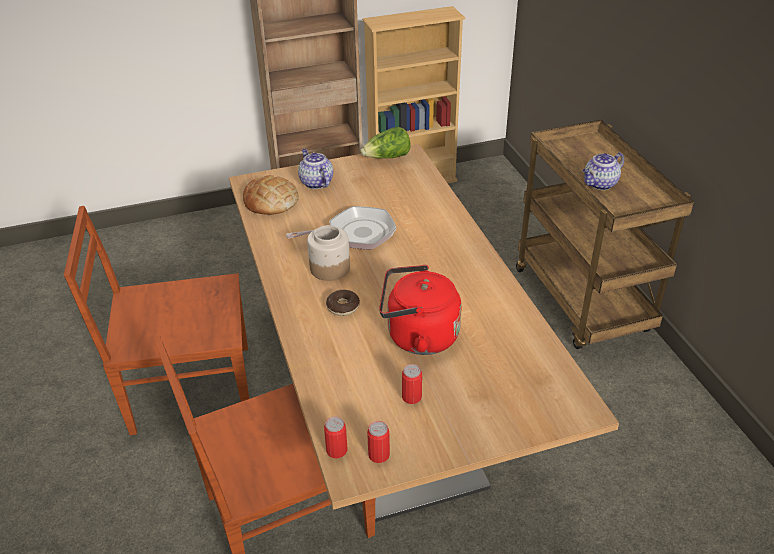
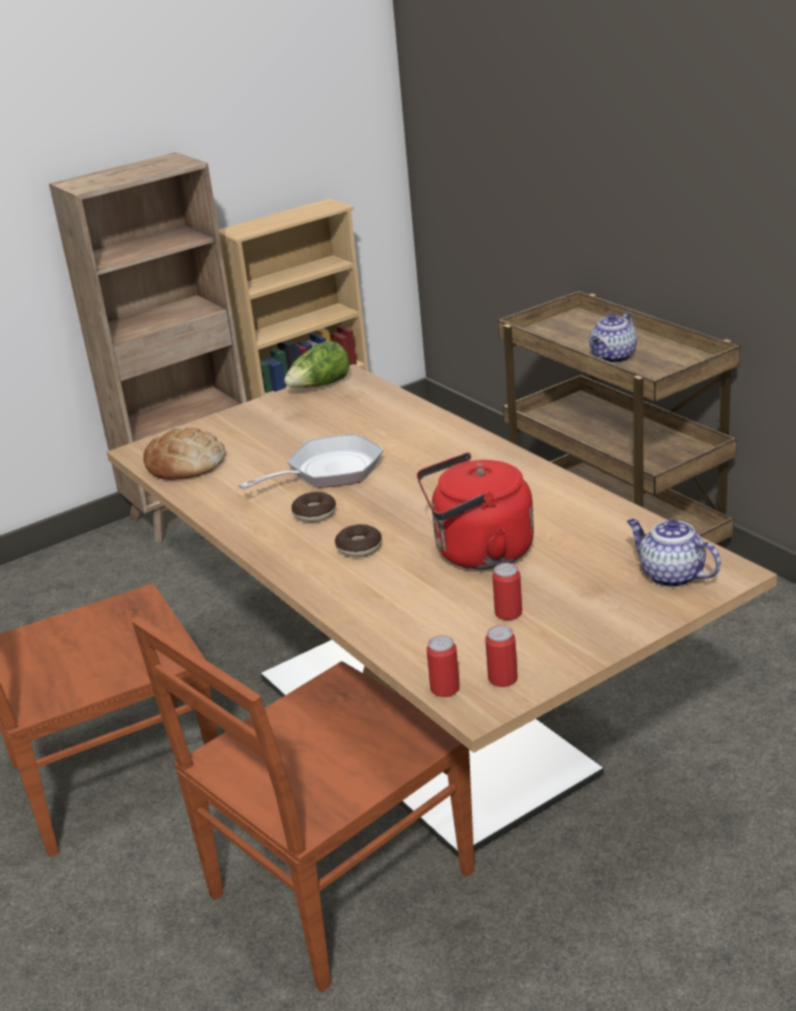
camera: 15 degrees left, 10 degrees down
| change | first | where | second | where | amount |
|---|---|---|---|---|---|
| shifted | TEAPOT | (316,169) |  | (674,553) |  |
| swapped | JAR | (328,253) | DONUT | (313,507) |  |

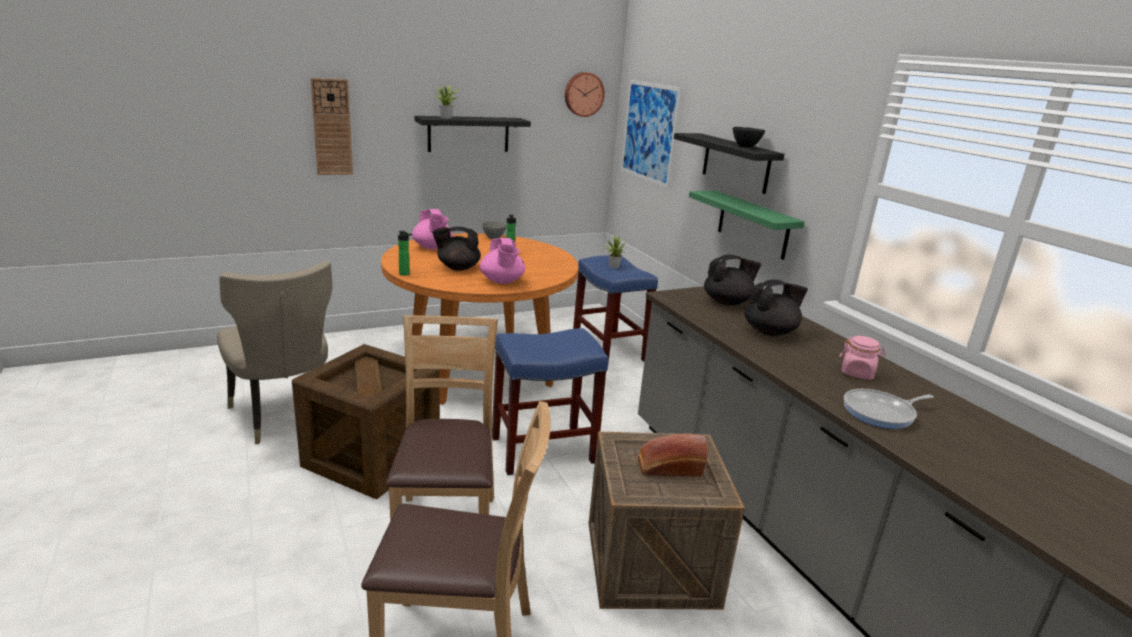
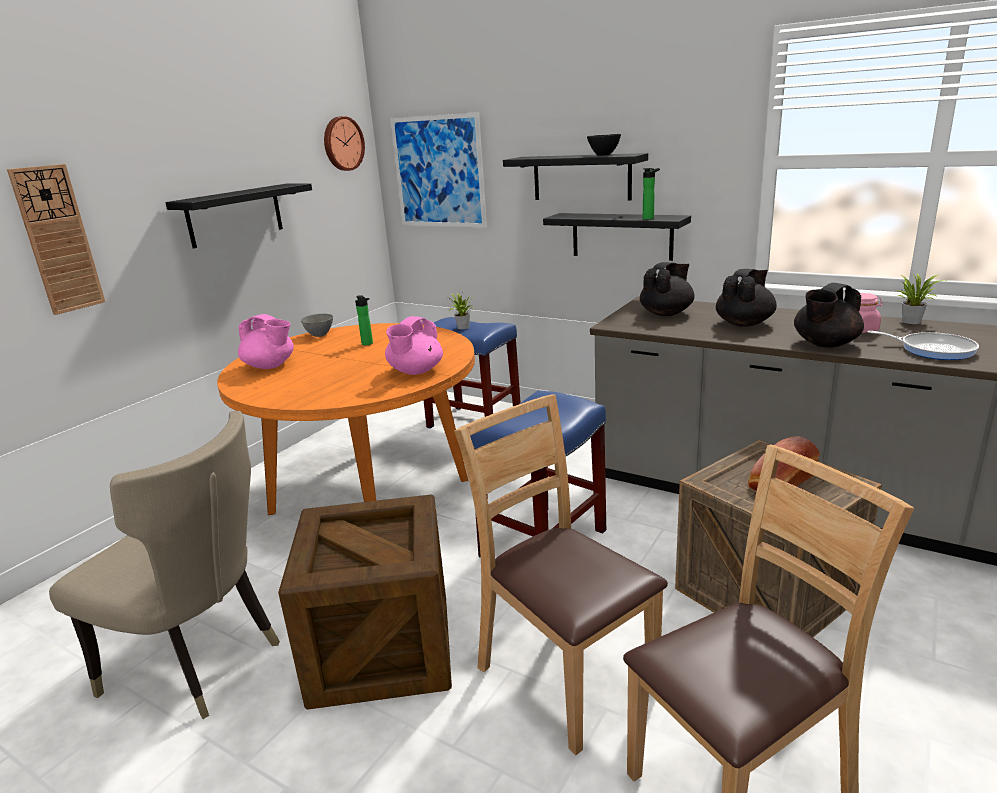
camera: 30 degrees left, 0 degrees up
| change | first | where | second | where | amount |
|---|---|---|---|---|---|
| shifted | BOTTLE | (405,253) |  | (651,194) |  |
| shifted | BLACK TEAPOT | (456,249) |  | (829,315) |  |
| shifted | POTTED PLANT | (447,101) |  | (921,298) |  |
| rotated | PINK TEAPOT | (502,261) |  | (414,345) | 75 degrees clockwise |
| repainted | GREEN SHELF | (746,225) | BLACK SHELF | (617,237) |  |
| rotated | FRYING PAN | (889,409) |  | (923,345) | 90 degrees counterclockwise |

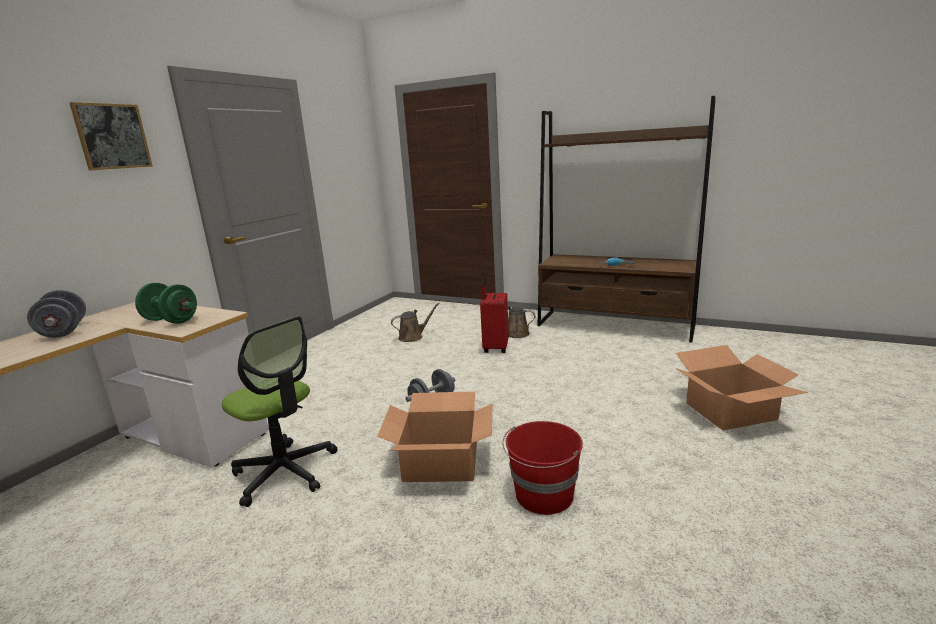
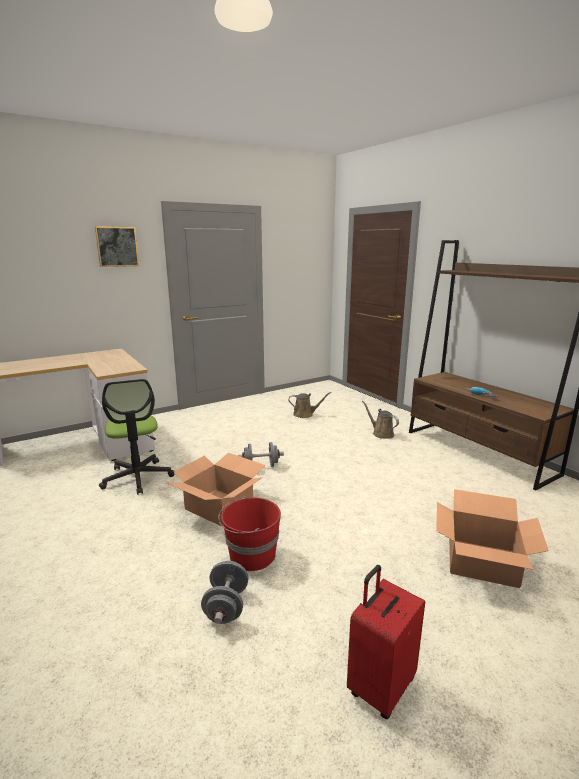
camera: 30 degrees right, 0 degrees up
| change | first | where | second | where | amount |
|---|---|---|---|---|---|
| shifted | GREY DUMBBELL | (56,314) |  | (225,592) |  |
| gone | GREEN DUMBBELL | (166,303) |  |  |  |
| shifted | RED SUITCASE | (494,317) |  | (386,642) |  |

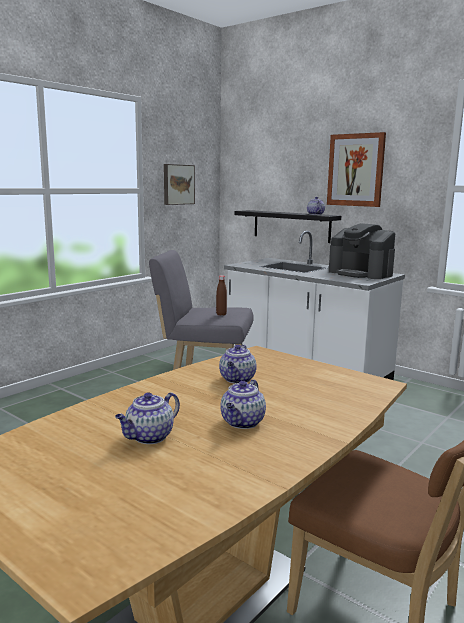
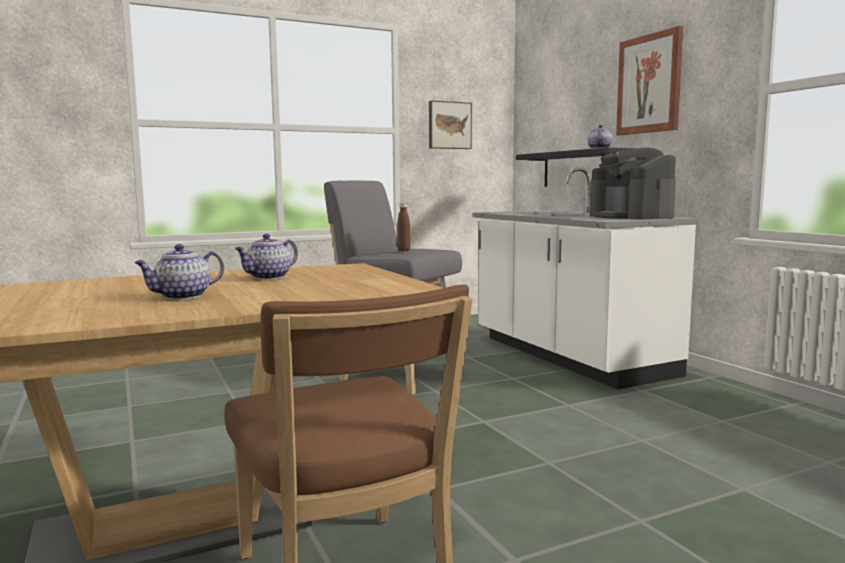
camera: 25 degrees right, 5 degrees down
| change | first | where | second | where | amount |
|---|---|---|---|---|---|
| gone | TEAPOT | (147,418) |  |  |  |

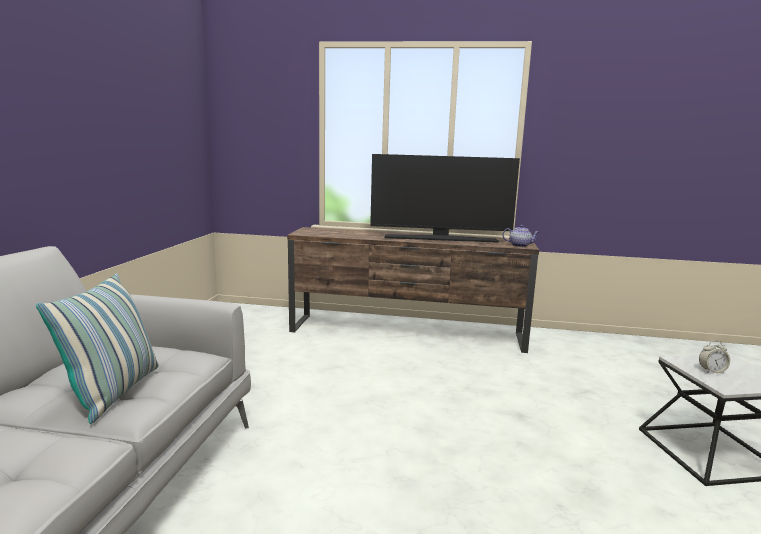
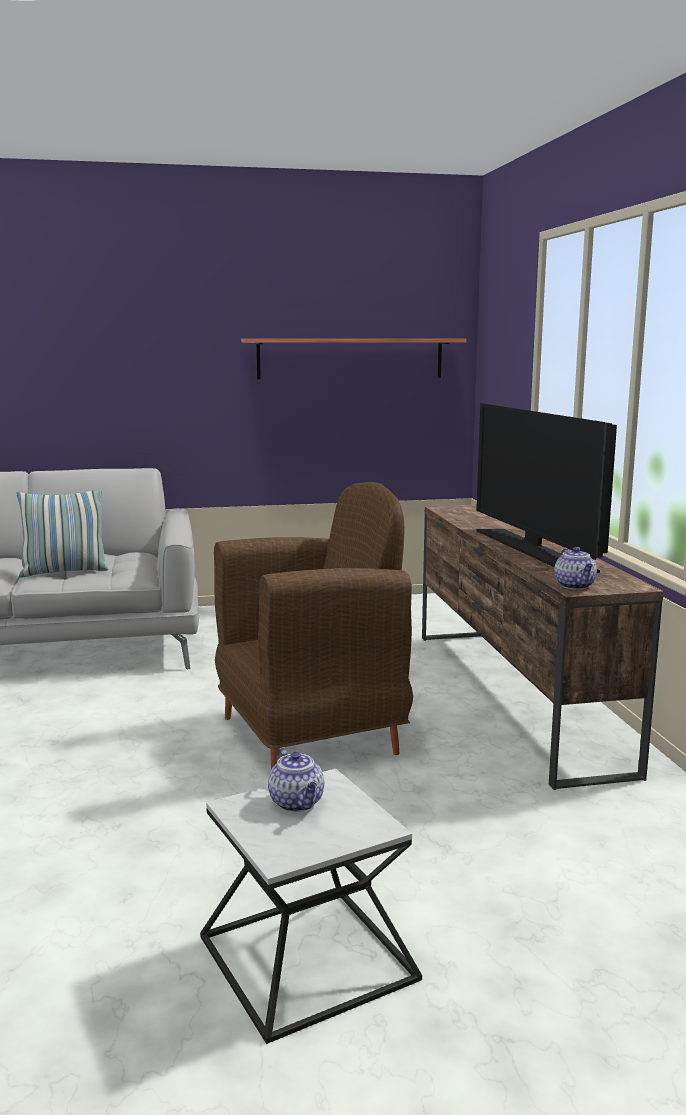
camera: 70 degrees right, 0 degrees up
| change | first | where | second | where | amount |
|---|---|---|---|---|---|
| swapped | ALARM CLOCK | (714,356) | TEAPOT | (296,780) |  |
| new |  |  | BROWN ARMCHAIR | (313,625) |  |
| new |  |  | SHELF | (353,359) |  |

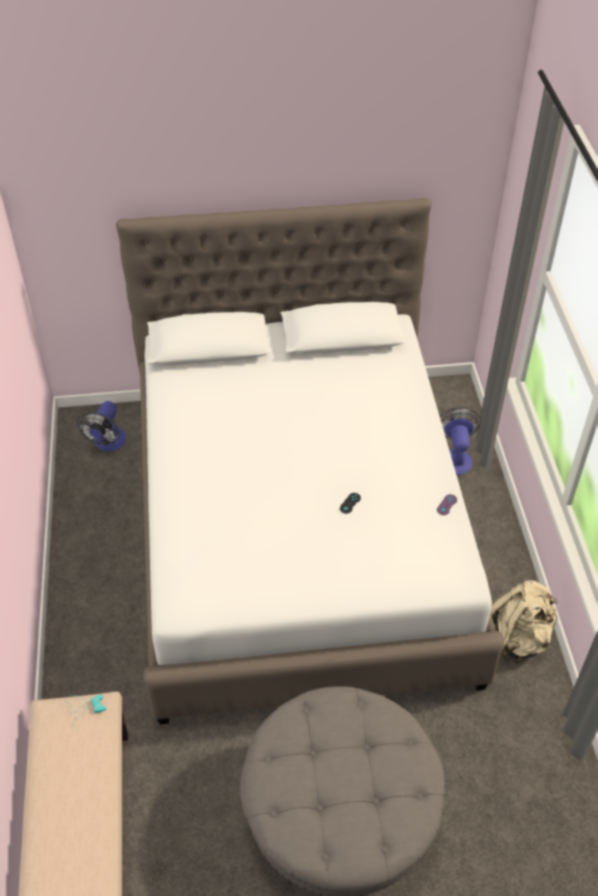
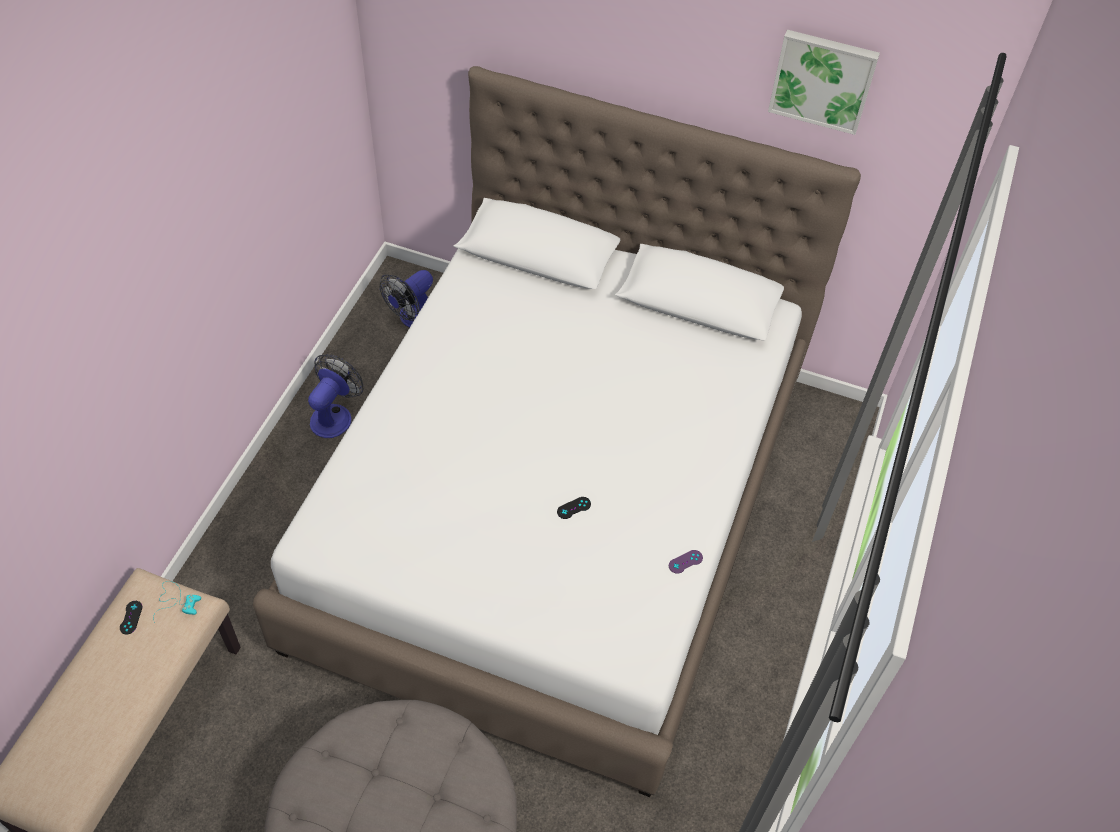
camera: 25 degrees right, 5 degrees up
| change | first | where | second | where | amount |
|---|---|---|---|---|---|
| shifted | FAN | (460,441) |  | (336,396) |  |
| gone | BEIGE BACKPACK | (524,621) |  |  |  |
| new |  |  | BLACK GAME CONTROLLER | (131,617) |  |
| new |  |  | PICTURE | (824,82) |  |

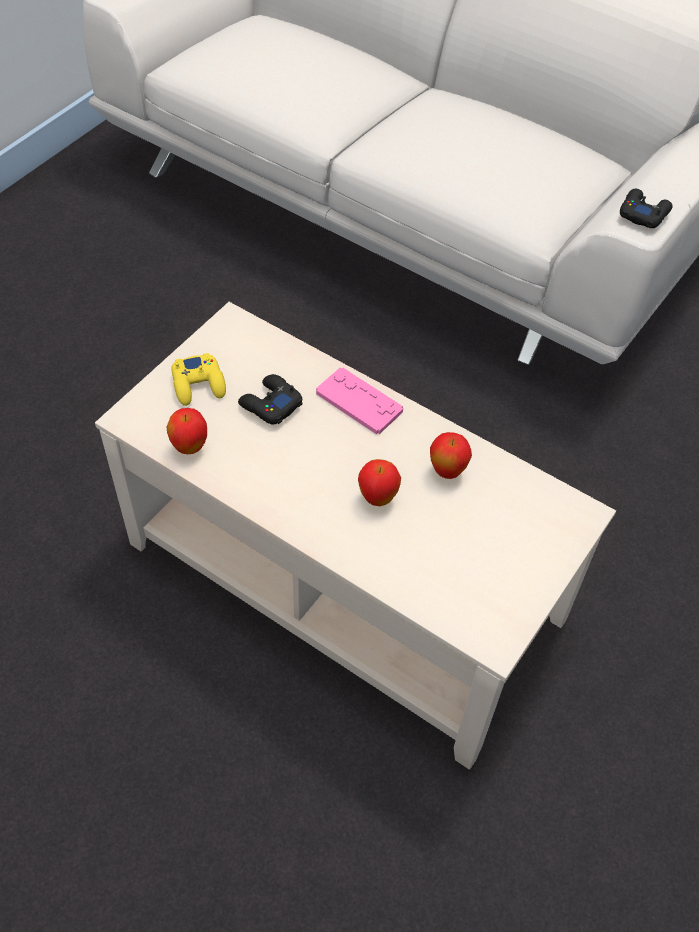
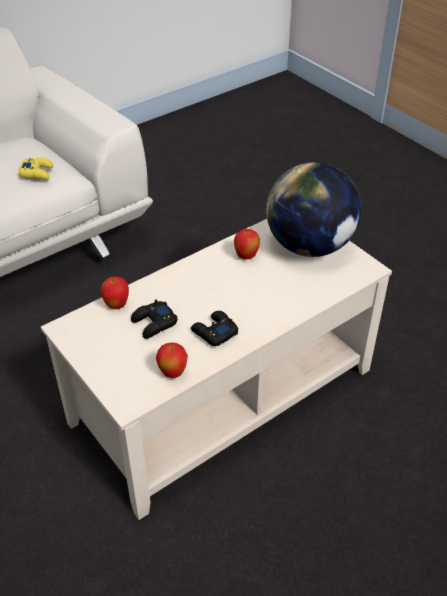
camera: 70 degrees left, 10 degrees down
| change | first | where | second | where | amount |
|---|---|---|---|---|---|
| shifted | YELLOW GAME CONTROLLER | (198,379) |  | (36,168) |  |
| gone | PINK GAME CONTROLLER | (359,401) |  |  |  |
| shifted | APPLE | (379,482) |  | (114,292) |  |
| shifted | BLACK GAME CONTROLLER | (646,208) |  | (214,328) |  |
| new |  |  | GLOBE | (313,209) |  |

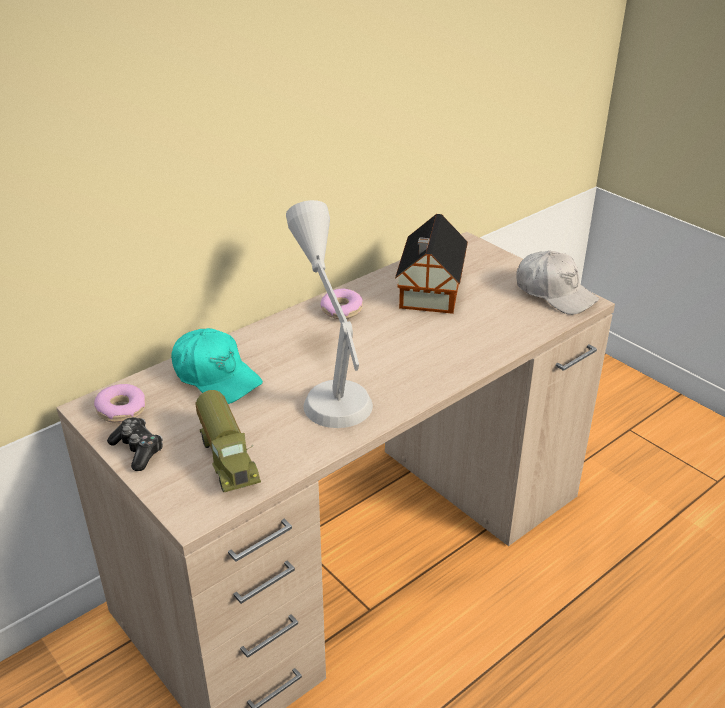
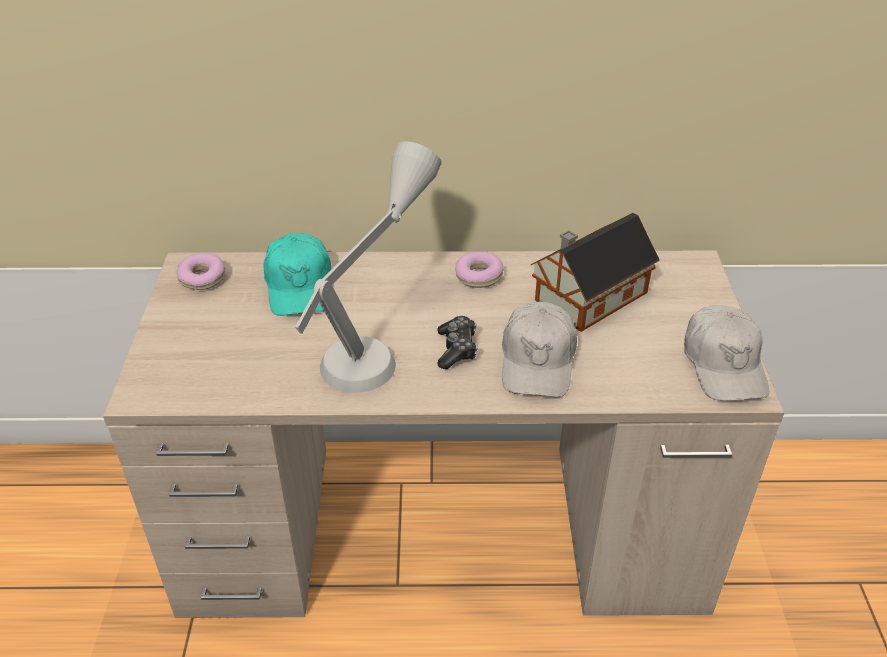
camera: 40 degrees right, 5 degrees up
| change | first | where | second | where | amount |
|---|---|---|---|---|---|
| shifted | GAME CONTROLLER | (135,444) |  | (457,342) |  |
| gone | TOY TRUCK | (228,441) |  |  |  |
| new |  |  | WHITE CAP | (539,349) |  |

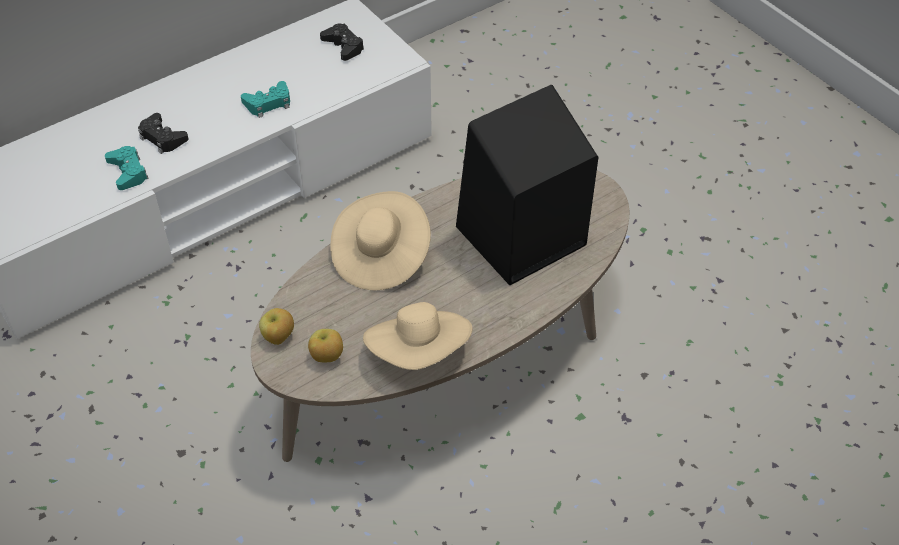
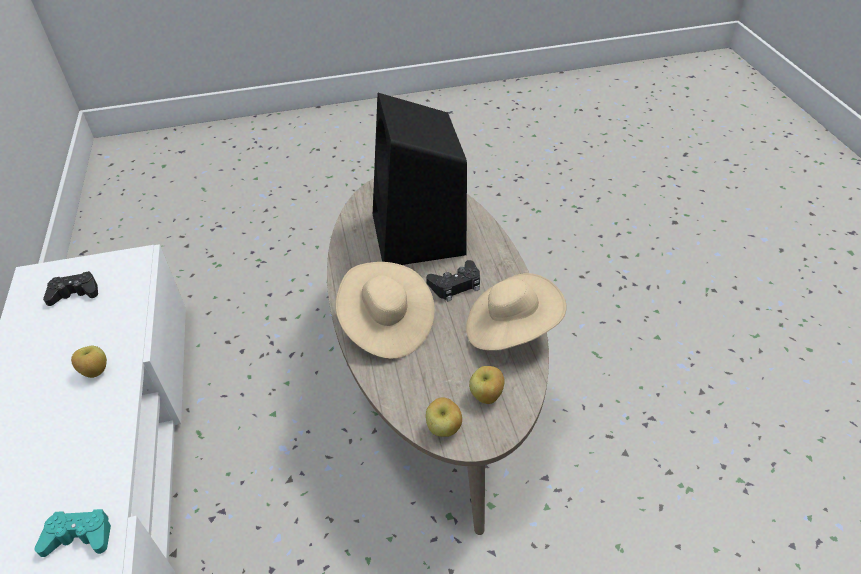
camera: 65 degrees left, 5 degrees down
| change | first | where | second | where | amount |
|---|---|---|---|---|---|
| shifted | BLACK GAME CONTROLLER | (163,133) |  | (453,281) |  |
| swapped | TURQUOISE GAME CONTROLLER | (265,99) | APPLE | (89,362) |  |

